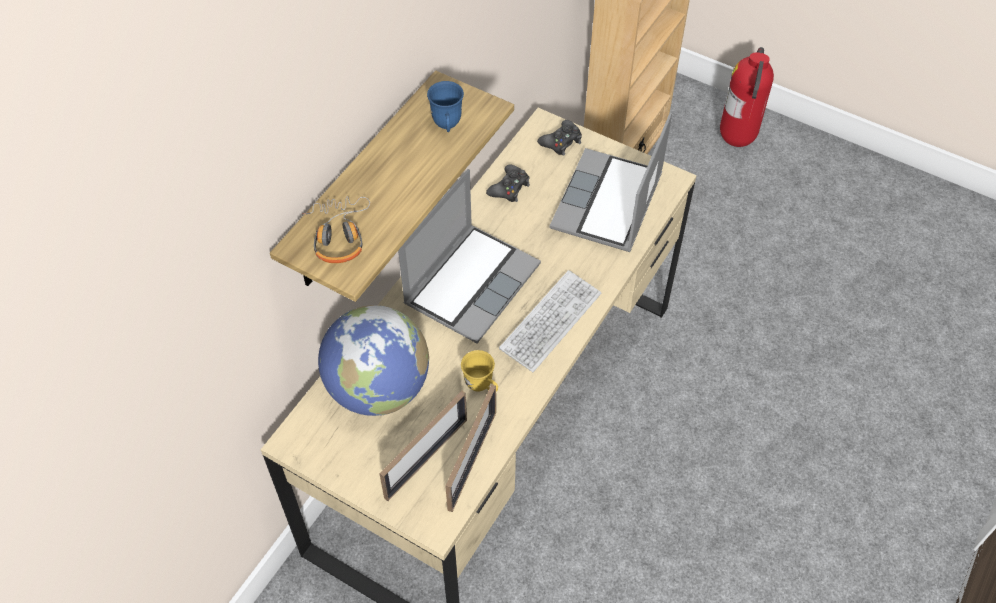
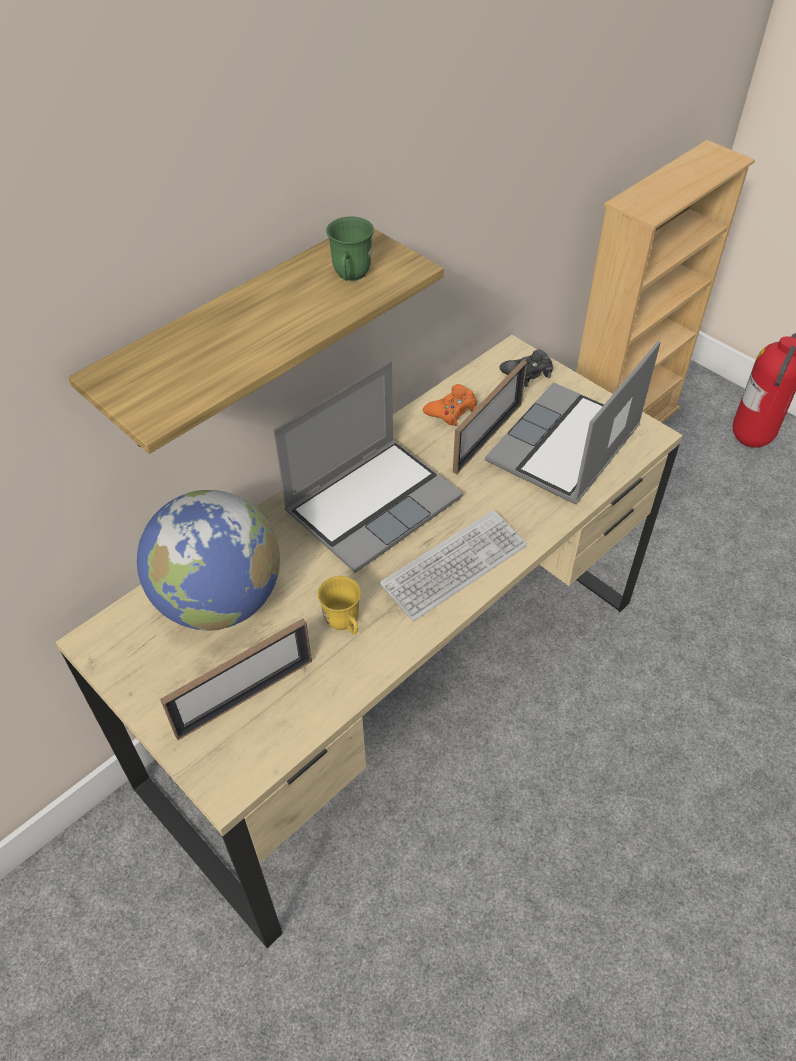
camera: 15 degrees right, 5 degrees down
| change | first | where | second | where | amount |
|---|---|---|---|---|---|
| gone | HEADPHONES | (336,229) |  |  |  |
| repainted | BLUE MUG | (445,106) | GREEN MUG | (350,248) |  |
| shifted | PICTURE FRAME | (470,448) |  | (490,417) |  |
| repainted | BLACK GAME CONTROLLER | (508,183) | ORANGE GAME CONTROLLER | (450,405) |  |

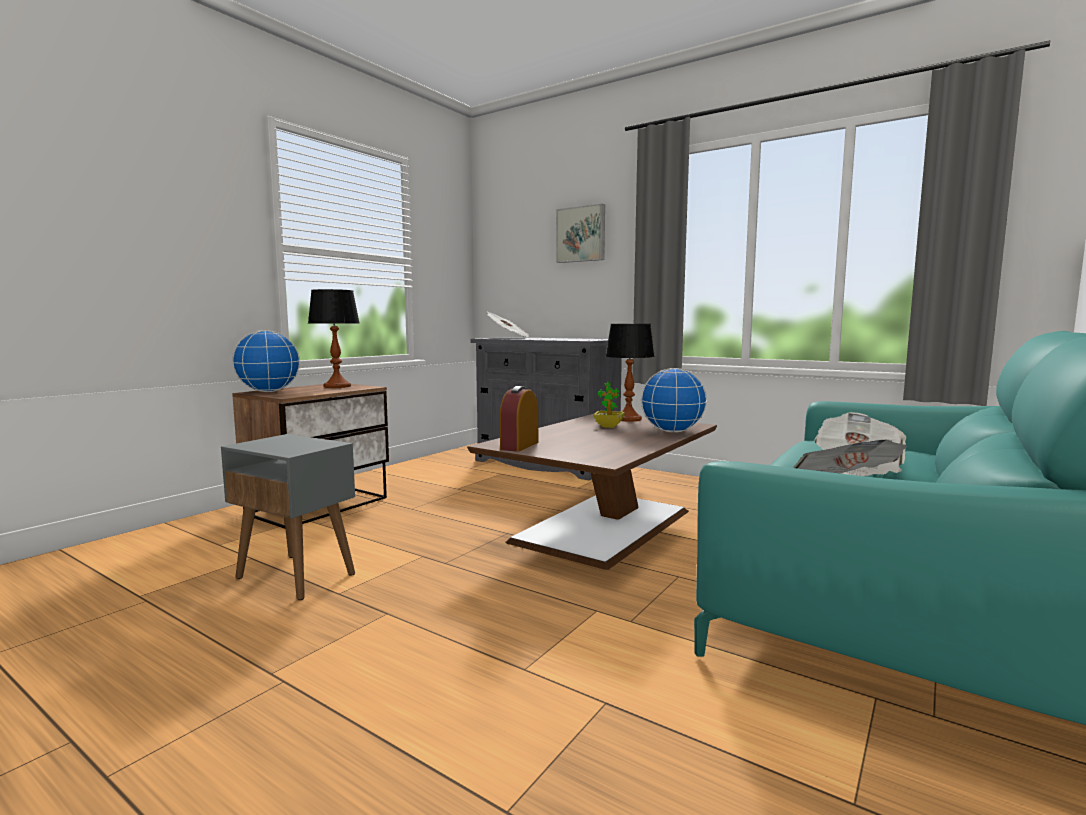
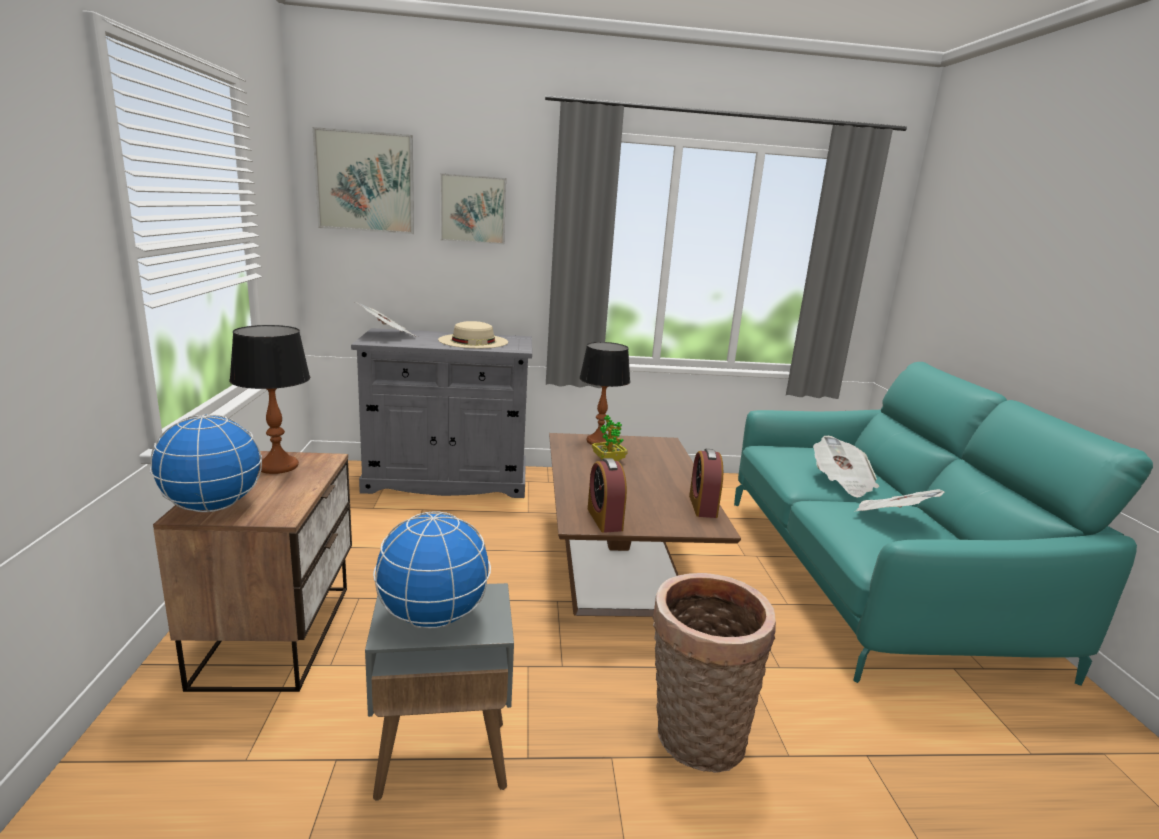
camera: 40 degrees left, 10 degrees up
| change | first | where | second | where | amount |
|---|---|---|---|---|---|
| shifted | GLOBE | (674,400) |  | (432,569) |  |
| new |  |  | PICTURE | (363,180) |  |
| new |  |  | BEIGE HAT | (473,334) |  |
| new |  |  | BASKET | (714,673) |  |
| new |  |  | ALARM CLOCK | (706,483) |  |

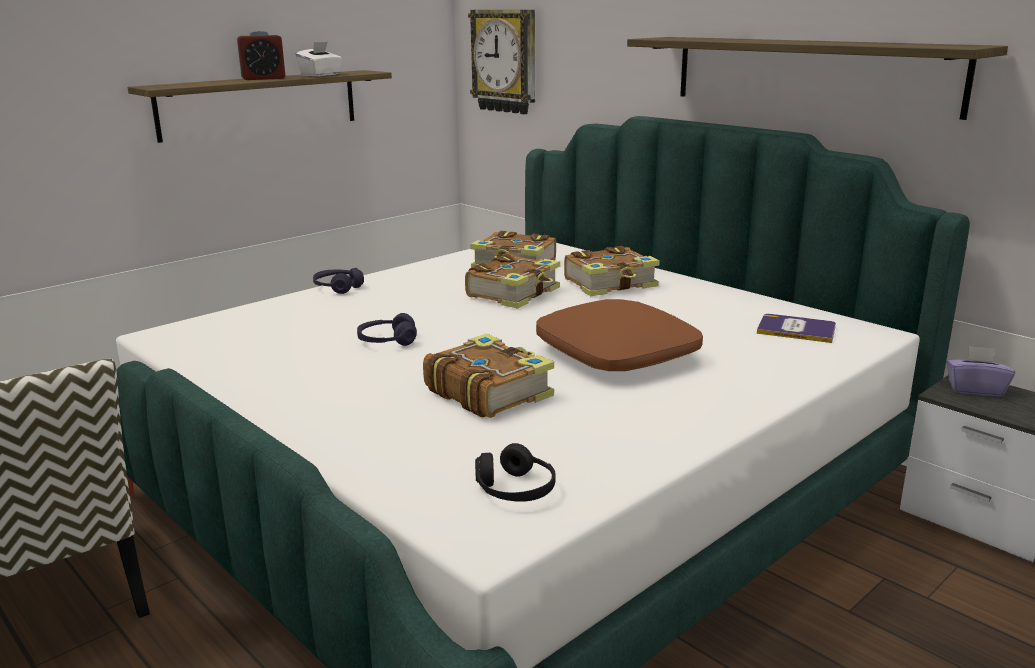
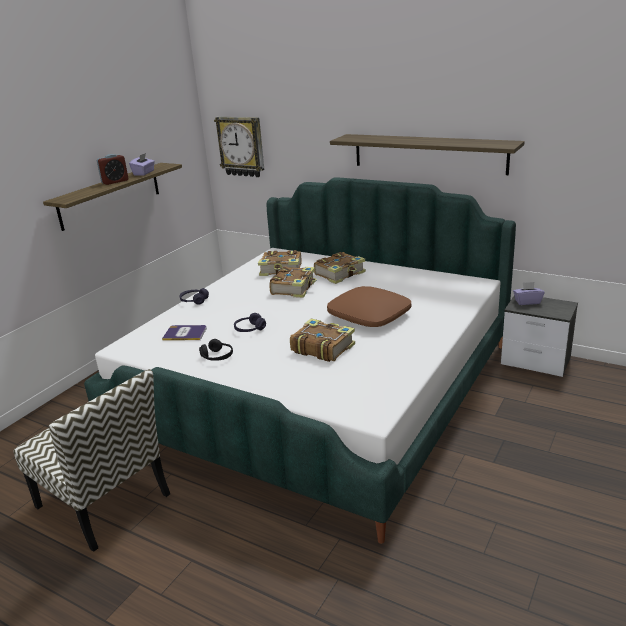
camera: 15 degrees left, 5 degrees up
| change | first | where | second | where | amount |
|---|---|---|---|---|---|
| repainted | WHITE TISSUE BOX | (318,59) | PURPLE TISSUE BOX | (142,164) |  |
| shifted | BLACK HEADPHONES | (515,472) |  | (216,350) |  |
| shifted | BOOK | (796,328) |  | (184,333) |  |

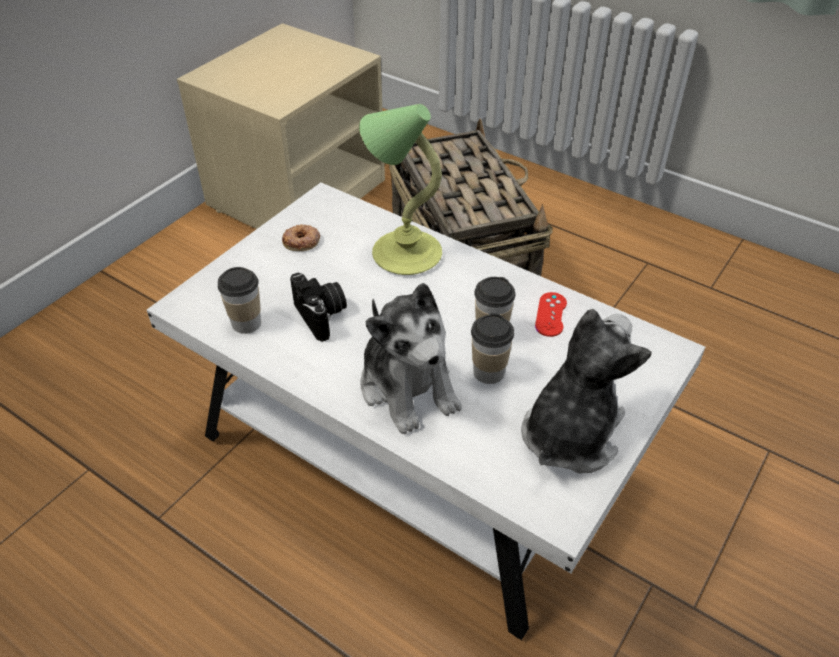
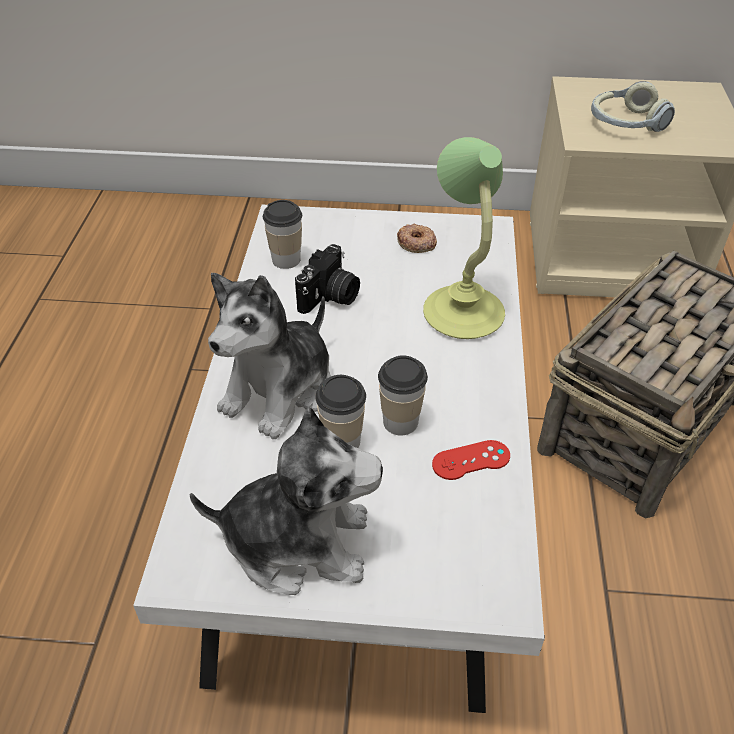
camera: 60 degrees right, 0 degrees up
| change | first | where | second | where | amount |
|---|---|---|---|---|---|
| new |  |  | HEADPHONES | (633,106) |  |

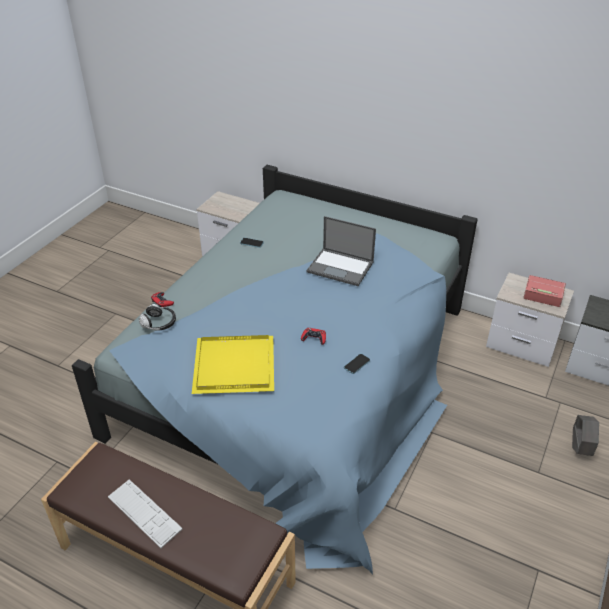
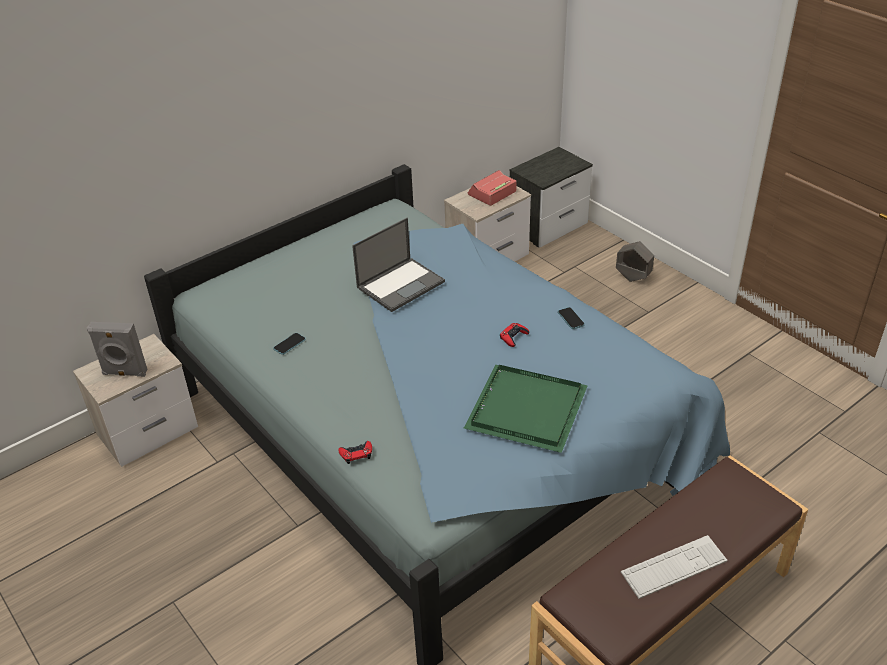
camera: 65 degrees left, 0 degrees up
| change | first | where | second | where | amount |
|---|---|---|---|---|---|
| gone | HEADPHONES | (157,317) |  |  |  |
| repainted | YELLOW TRAY | (233,364) | GREEN TRAY | (525,409) |  |
| new |  |  | GREY SPEAKER | (117,349) |  |

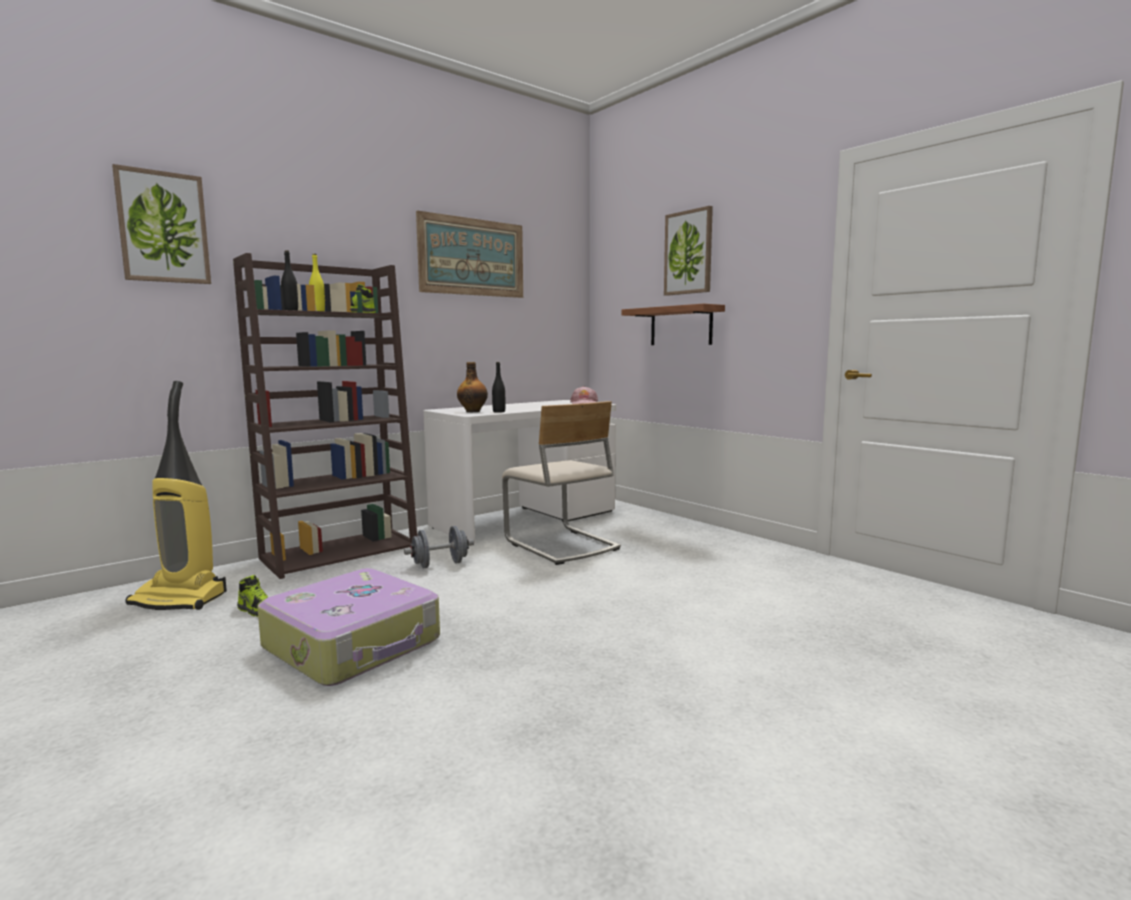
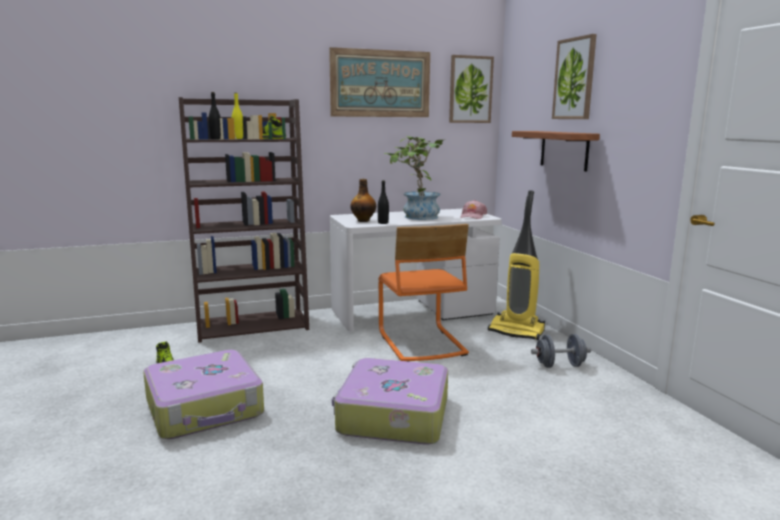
camera: 20 degrees right, 5 degrees up
| change | first | where | second | where | amount |
|---|---|---|---|---|---|
| shifted | PICTURE | (161,224) |  | (471,89) |  |
| shifted | VACUUM CLEANER | (176,495) |  | (516,265) |  |
| shifted | GREY DUMBBELL | (439,547) |  | (561,351) |  |
| repainted | BEIGE CHAIR | (561,483) | ORANGE CHAIR | (423,293) |  |
| new |  |  | SUITCASE | (390,401) |  |
| new |  |  | POTTED PLANT | (415,178) |  |

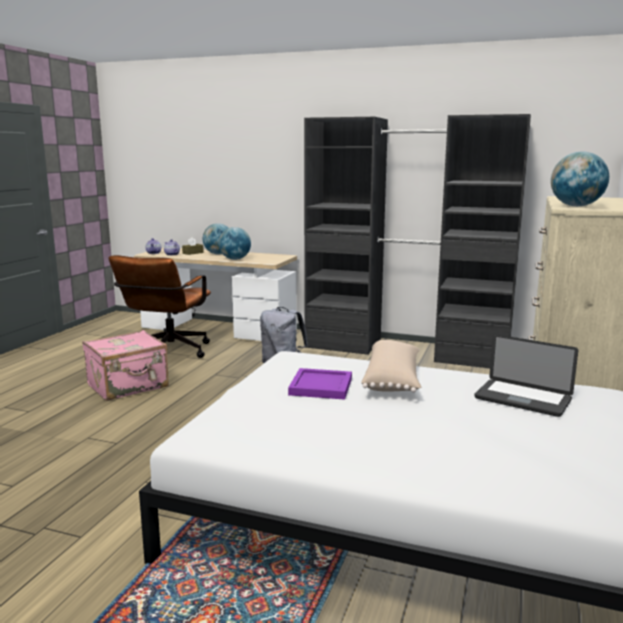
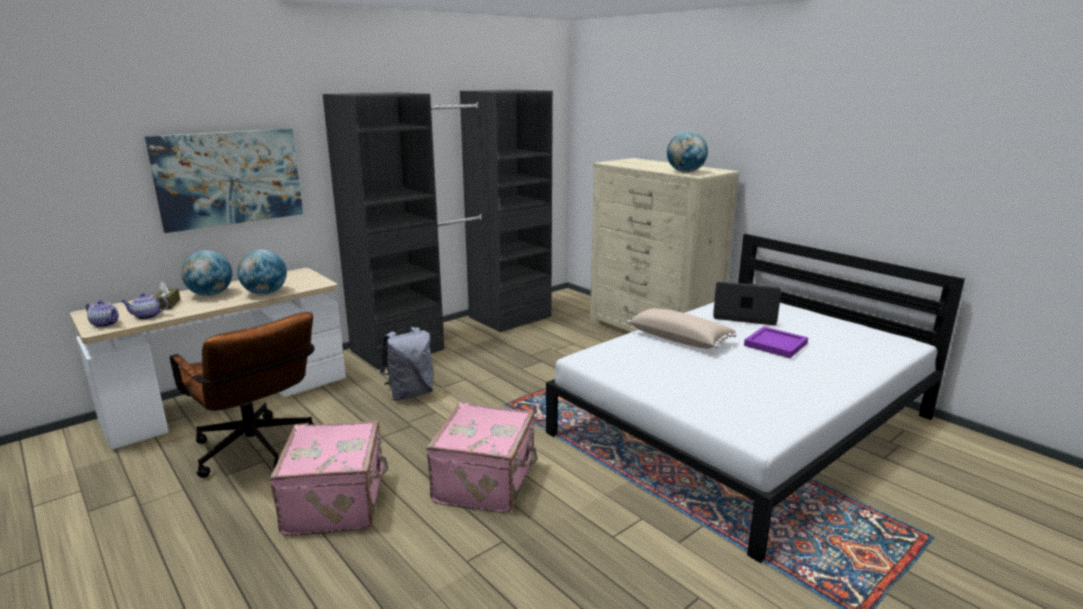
camera: 60 degrees left, 5 degrees up
| change | first | where | second | where | amount |
|---|---|---|---|---|---|
| shifted | PURPLE TRAY | (320,384) |  | (776,342) |  |
| rotated | LAPTOP | (526,375) |  | (747,303) | 135 degrees counterclockwise |
| new |  |  | PICTURE | (224,181) |  |
| new |  |  | PINK SUITCASE | (481,458) |  |

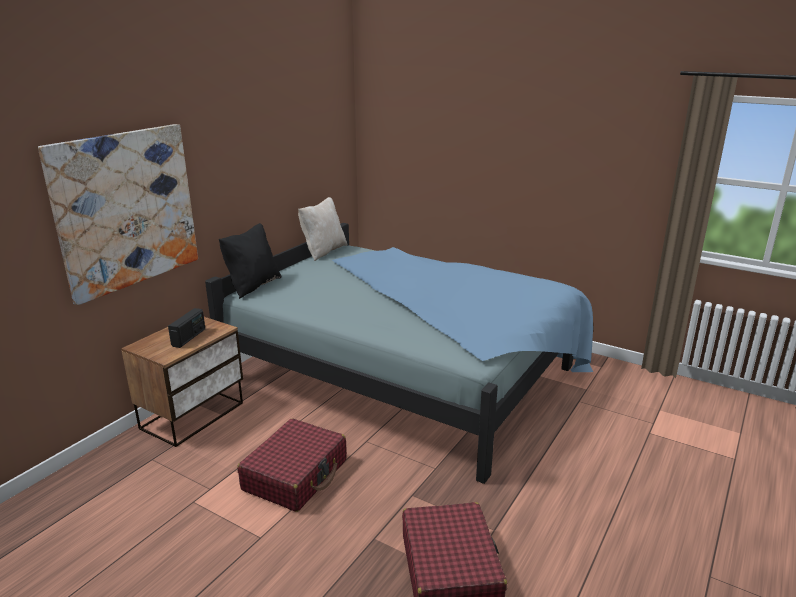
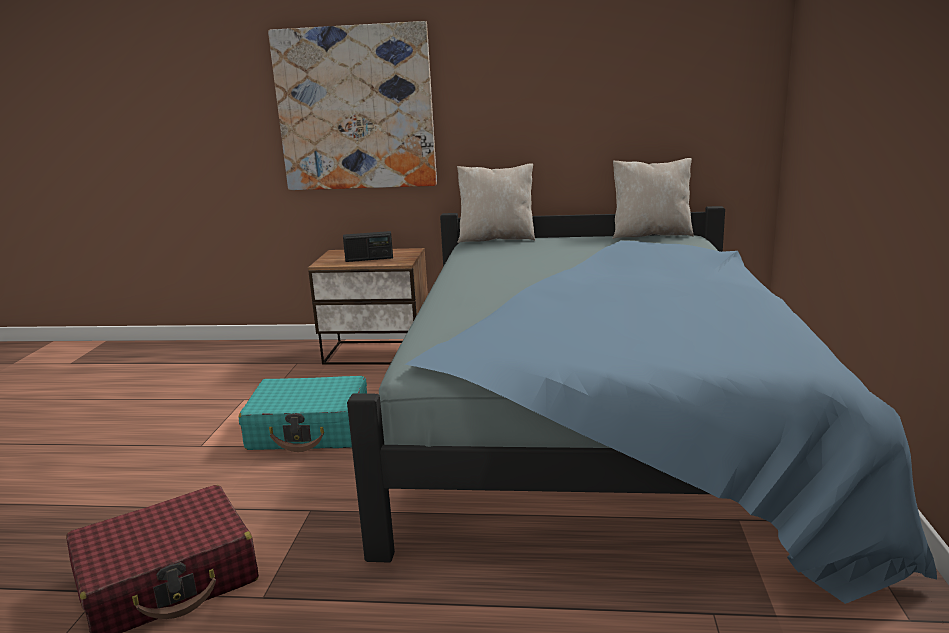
camera: 65 degrees right, 5 degrees down
| change | first | where | second | where | amount |
|---|---|---|---|---|---|
| repainted | BLACK PILLOW | (250,261) | BEIGE PILLOW | (496,203) |  |
| repainted | RED SUITCASE | (292,465) | TURQUOISE SUITCASE | (303,414) |  |

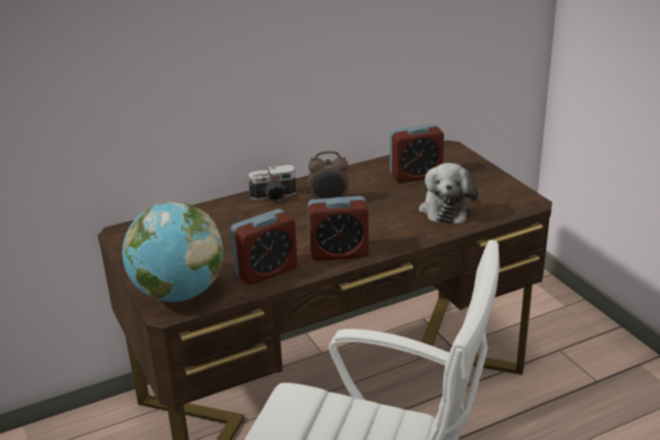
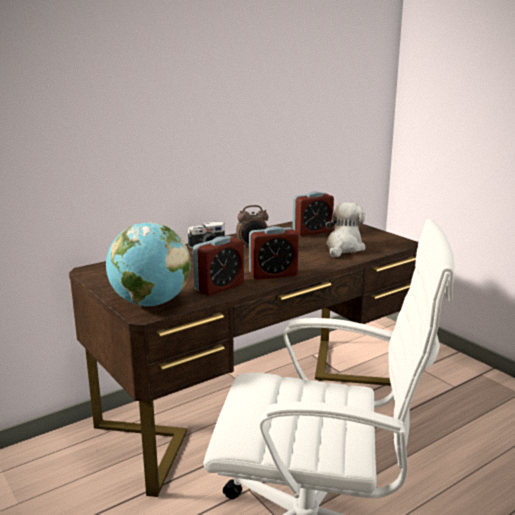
camera: 10 degrees left, 10 degrees down
| change | first | where | second | where | amount |
|---|---|---|---|---|---|
| rotated | PLUSH TOY | (448,193) |  | (345,230) | 150 degrees counterclockwise |

